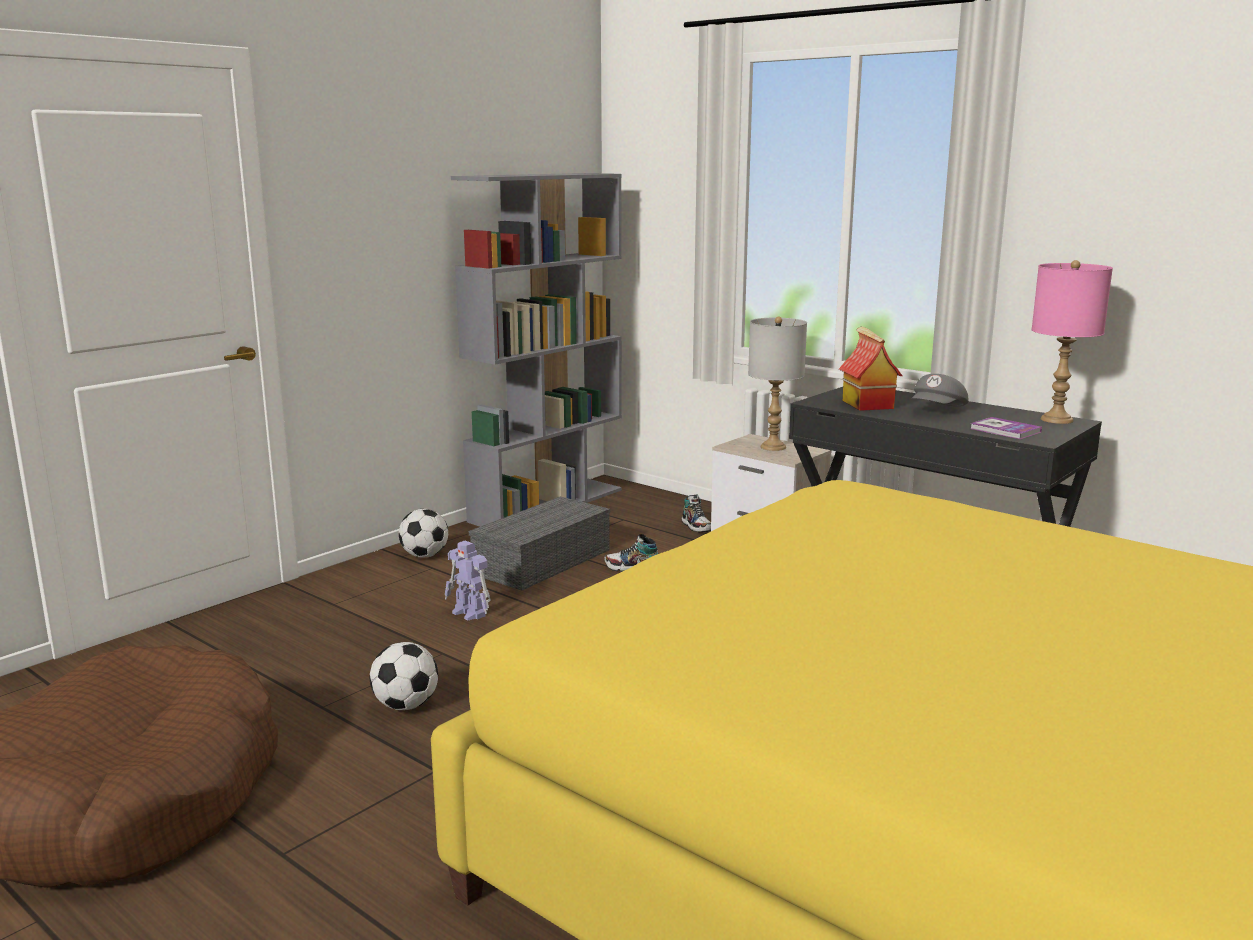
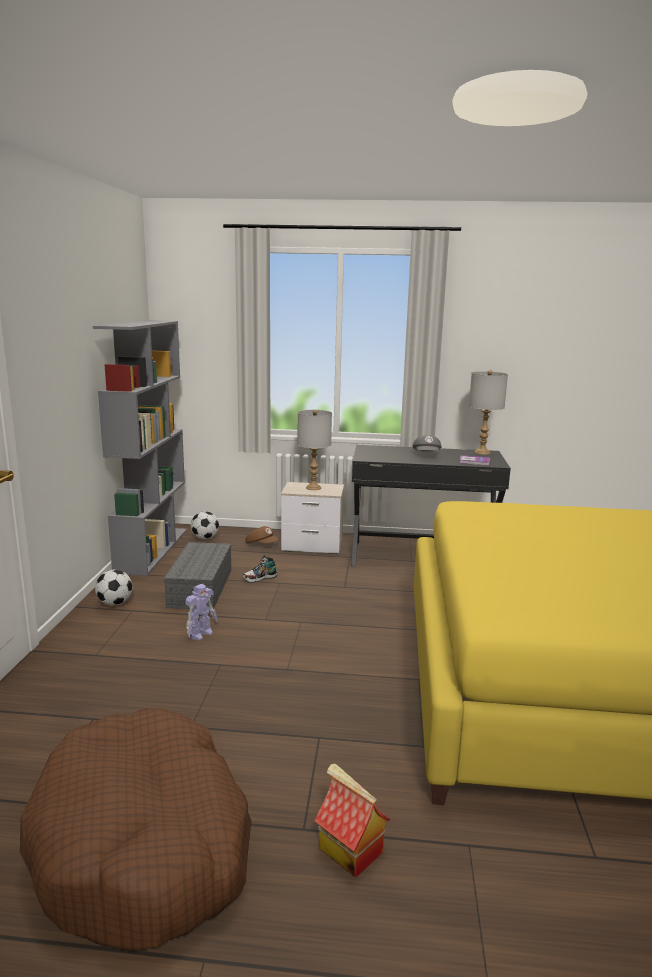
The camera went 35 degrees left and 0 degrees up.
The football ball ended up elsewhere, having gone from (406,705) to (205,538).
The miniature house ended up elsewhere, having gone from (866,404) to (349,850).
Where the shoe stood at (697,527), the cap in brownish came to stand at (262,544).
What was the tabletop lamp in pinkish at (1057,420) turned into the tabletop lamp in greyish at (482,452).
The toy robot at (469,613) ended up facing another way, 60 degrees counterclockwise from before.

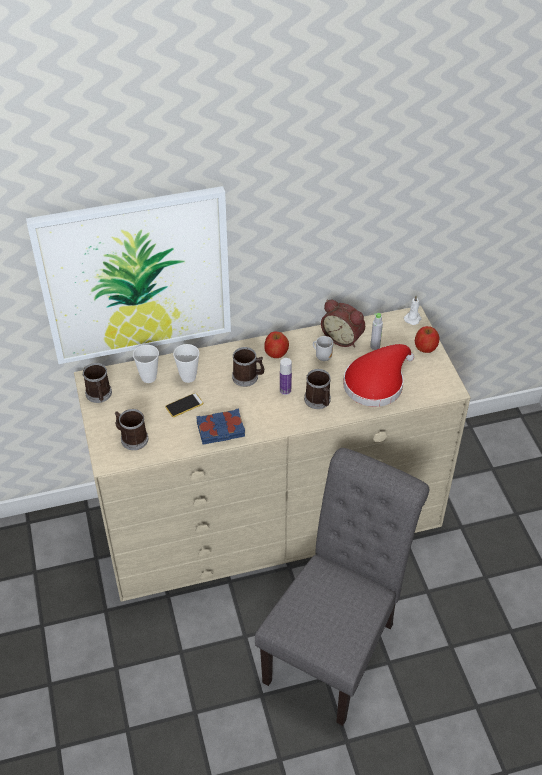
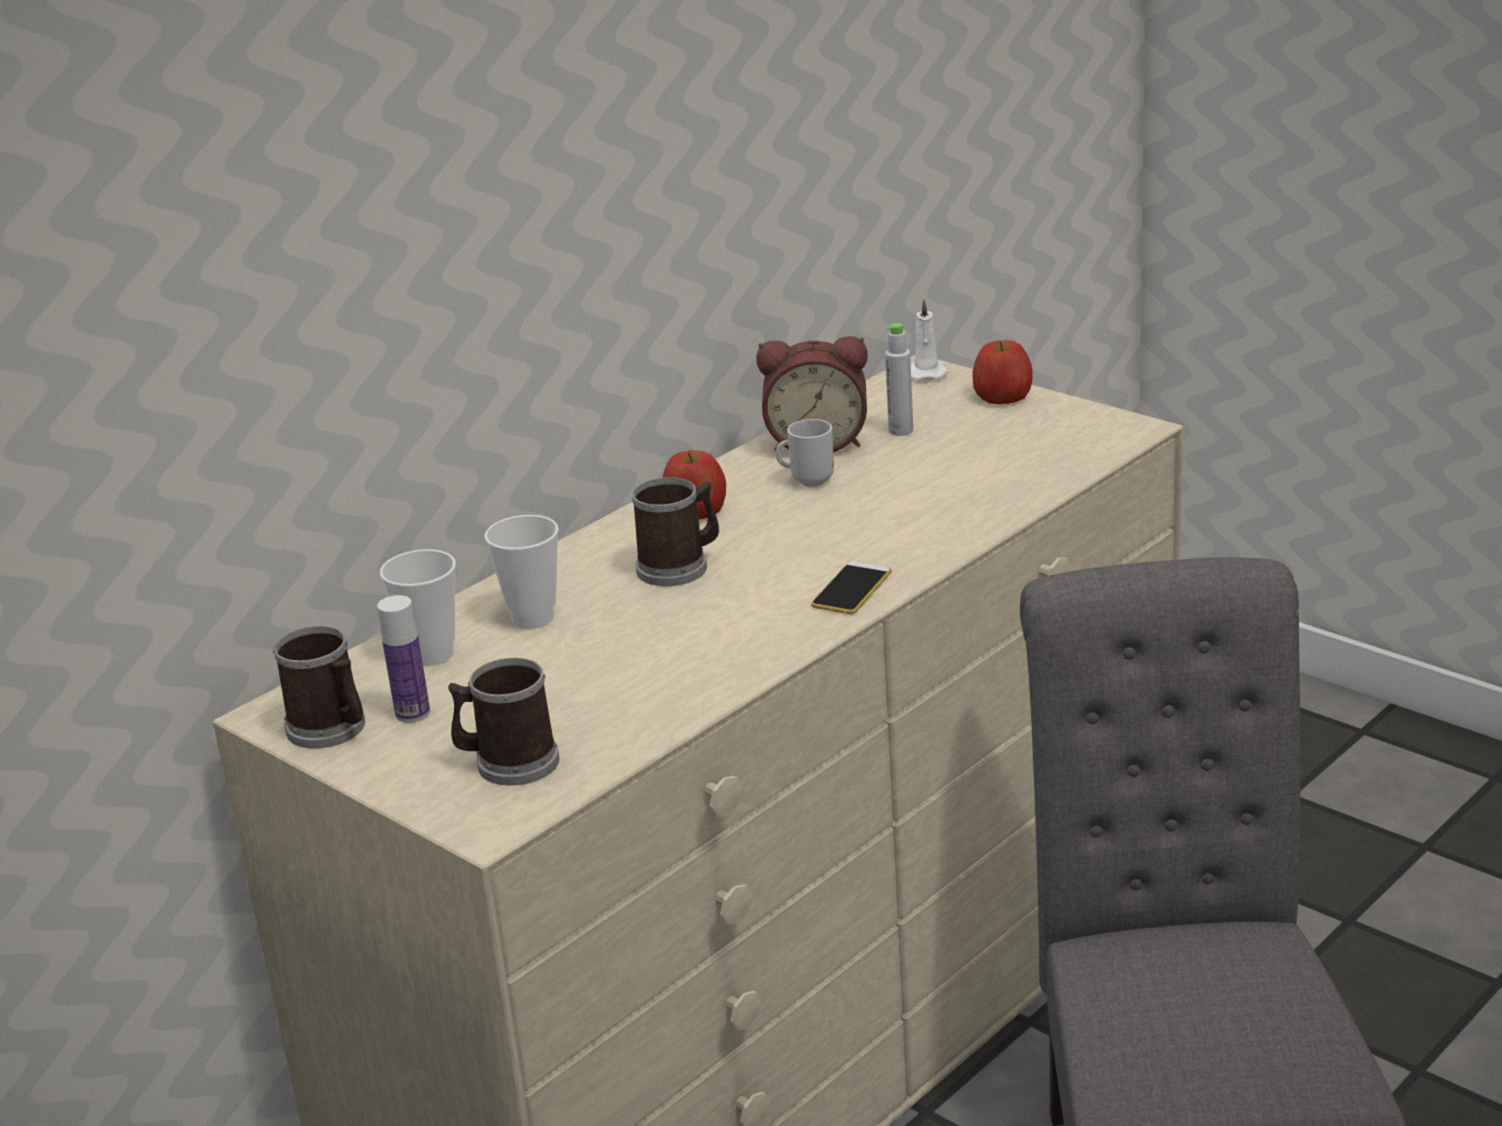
The camera went 30 degrees left and 20 degrees down.
The second view lost the picture at (135,276).
The second view lost the volume in bluish at (221,430).
The second view lost the tea mug at (319,401).
The second view lost the wearable hat in reddish at (376,383).
The telephone ended up elsewhere, having gone from (184,405) to (852,589).
The drink bottle ended up elsewhere, having gone from (285,390) to (412,713).

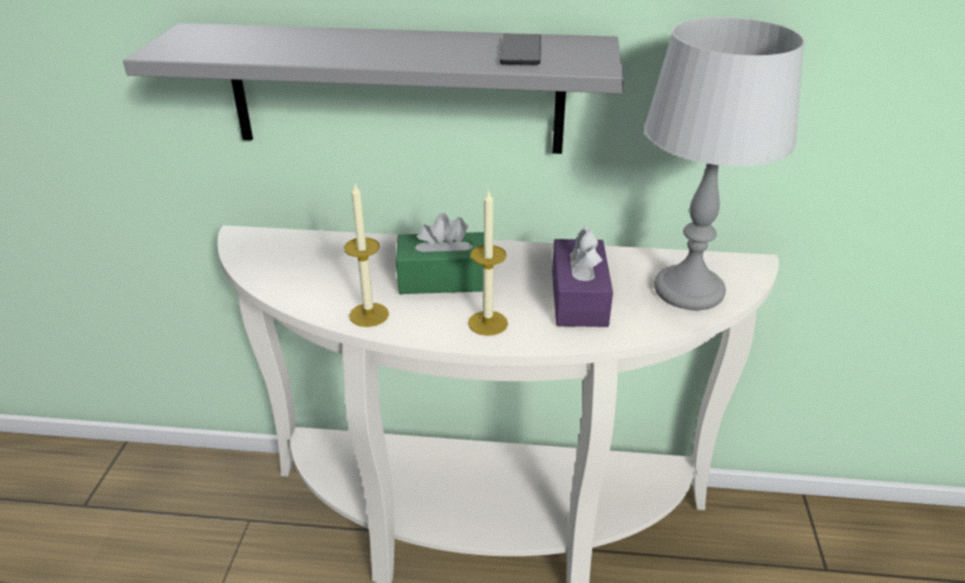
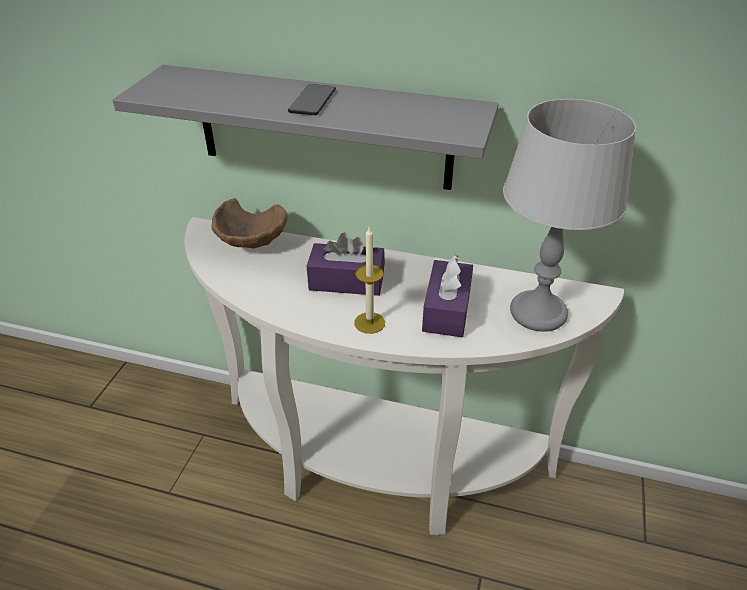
The camera went 10 degrees right and 5 degrees up.
The second view lost the wax light at (369,315).
The second view gained the deep dish in brownish at (251,245).
The telephone ended up elsewhere, having gone from (520,51) to (312,101).
What was the box of tissues in green-coloured at (444,279) turned into the box of tissues in purple-coloured at (346,281).

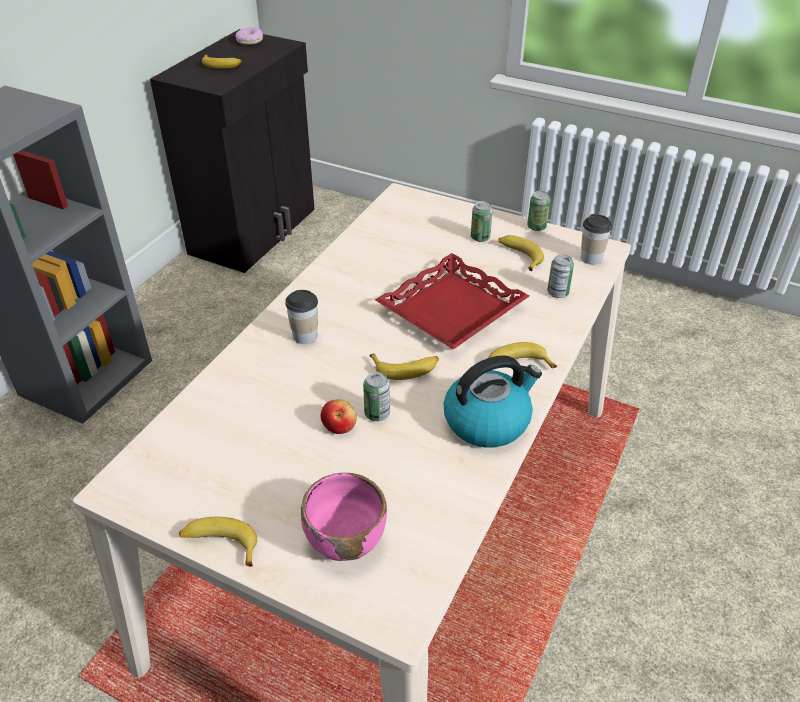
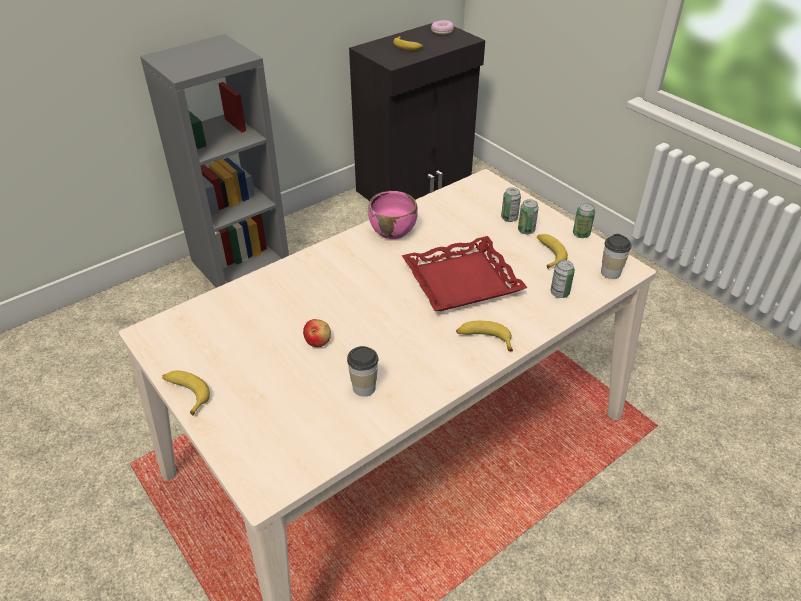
The camera went 25 degrees right and 0 degrees up.
The second view lost the banana fruit at (405,368).
The second view lost the tea kettle at (488,420).
The small cup ended up elsewhere, having gone from (305,336) to (364,387).
The deep dish in pinkish ended up elsewhere, having gone from (346,538) to (393,231).
The metal can ended up elsewhere, having gone from (377,414) to (509,218).

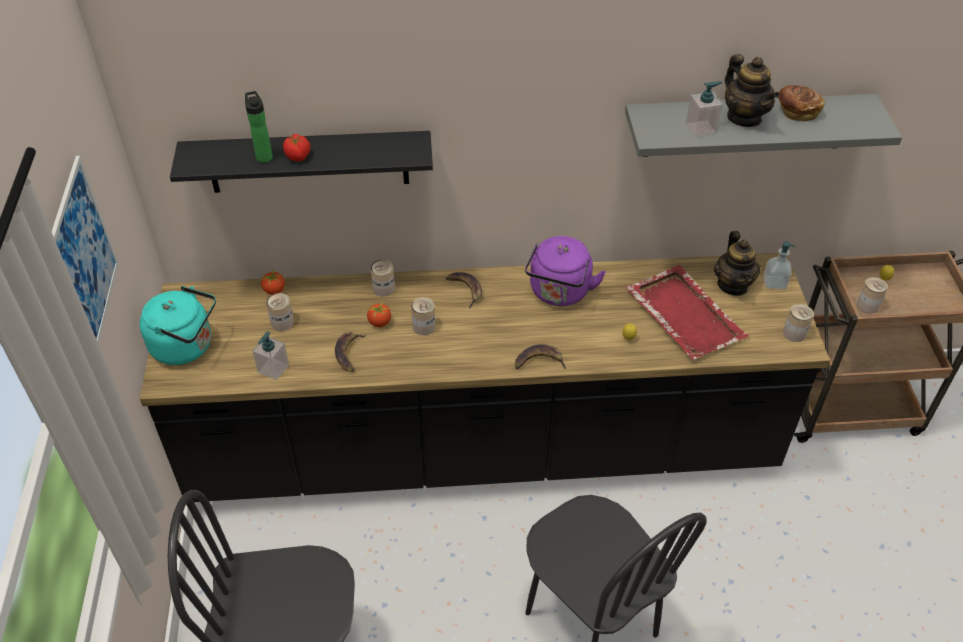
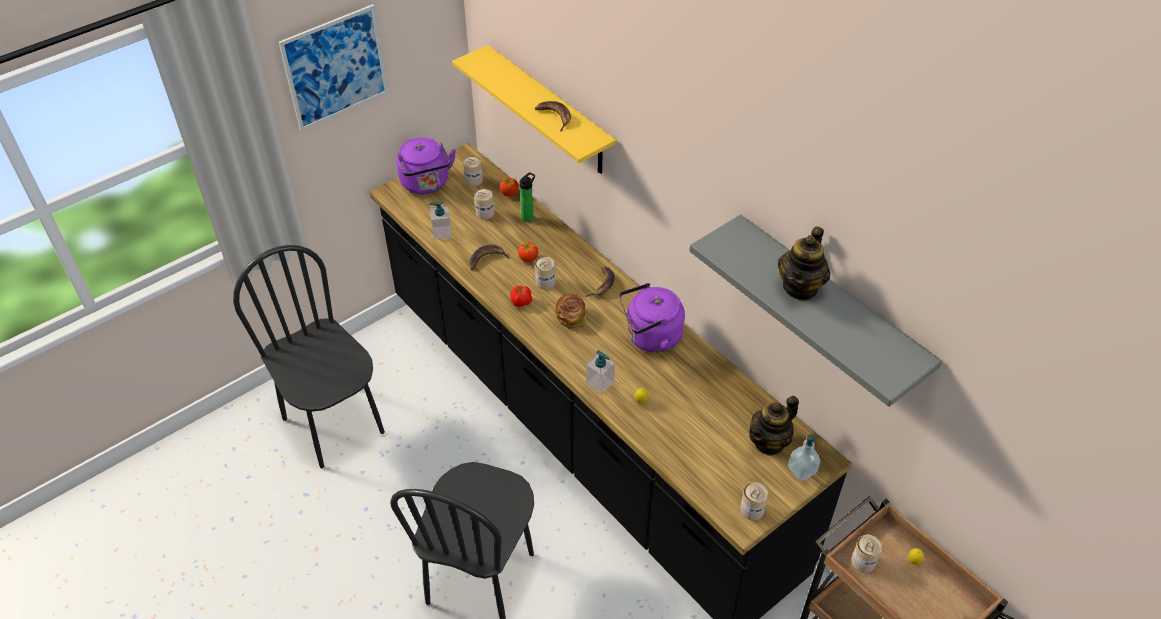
The camera went 55 degrees right and 0 degrees up.
The second view lost the tray in reddish at (684,314).
The drink bottle ended up elsewhere, having gone from (264,156) to (528,217).
The fresh tomato ended up elsewhere, having gone from (298,156) to (521,302).
The metal can ended up elsewhere, having gone from (383,288) to (473,180).
The banana fruit ended up elsewhere, having gone from (539,361) to (555,117).
The soap bottle ended up elsewhere, having gone from (701,129) to (600,383).
The bakery bread ended up elsewhere, having gone from (796,111) to (570,316).
What was the tea kettle in turquoise-coloured at (186,346) turned into the tea kettle in purple-coloured at (426,184).
What was the shelf in blackish at (308,161) turned into the shelf in yellow-coloured at (549,111).

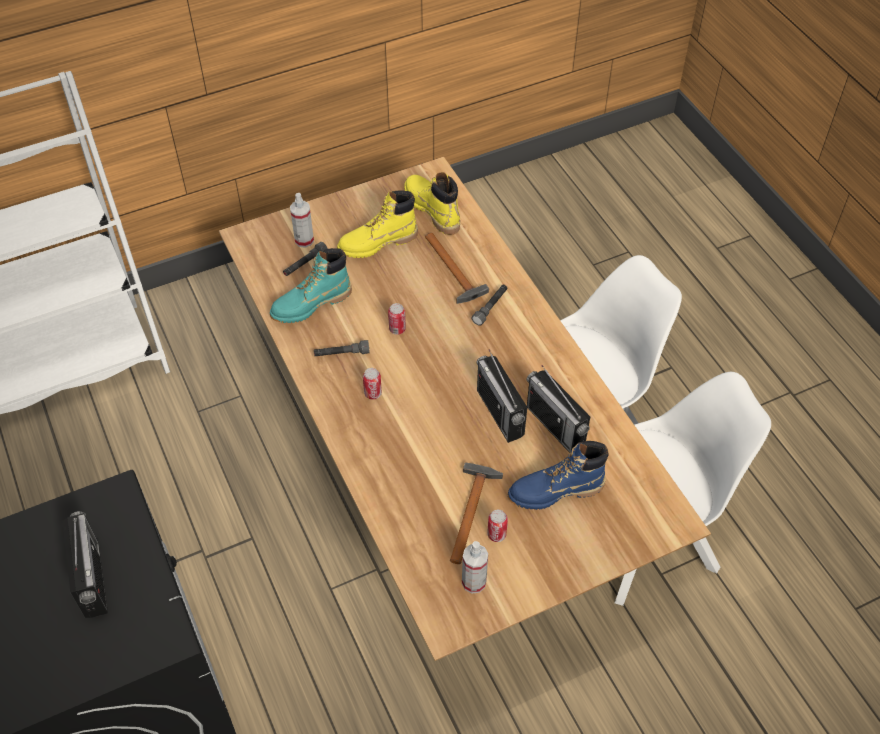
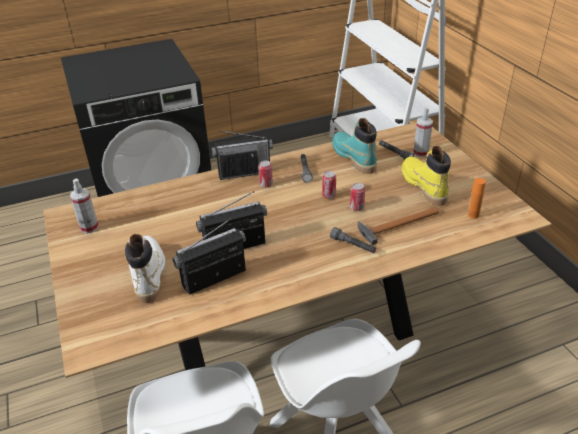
The camera went 95 degrees right and 15 degrees down.
The second view lost the hammer at (472,510).
The radio ended up elsewhere, having gone from (92,579) to (244,172).
The metal can ended up elsewhere, having gone from (496,534) to (357,208).
Where the tall boot in yellow-coloured stood at (432,209), the drink bottle in orange came to stand at (473,215).
What was the tall boot in bluish at (555,491) turned into the tall boot in whitish at (149,273).

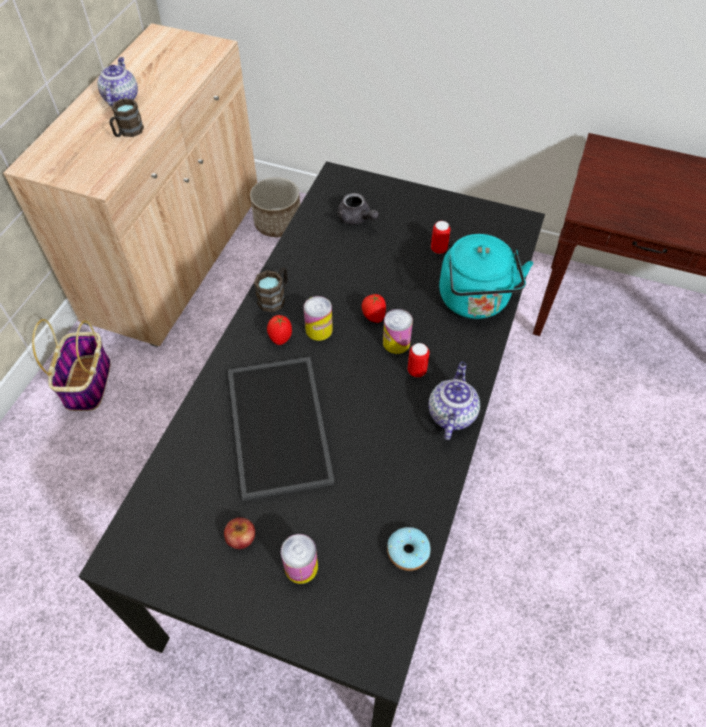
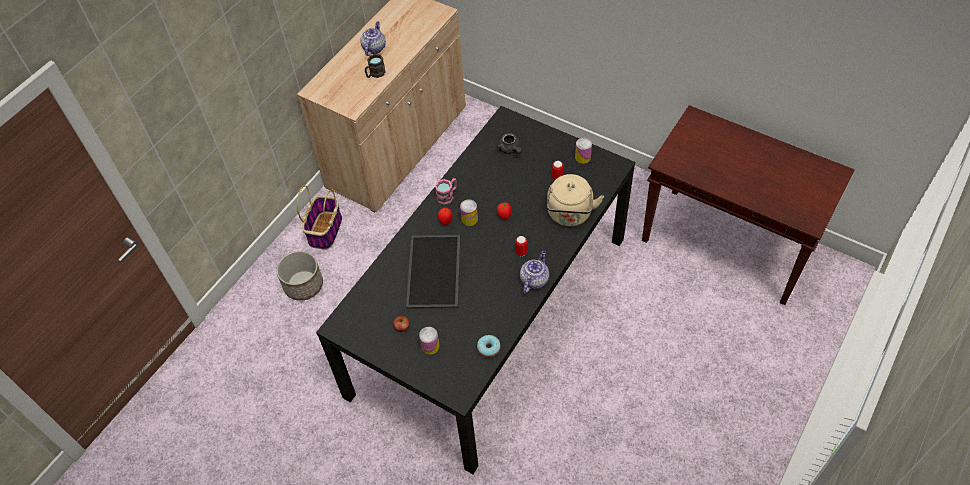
The camera went 15 degrees right and 0 degrees up.
The planter ended up elsewhere, having gone from (278,223) to (304,285).
The metal can ended up elsewhere, having gone from (396,342) to (583,157).
What was the tea mug in brownish at (275,297) turned into the tea mug in pinkish at (447,195).
What was the tea kettle in turquoise-coloured at (475,301) turned into the tea kettle in beige at (570,215).

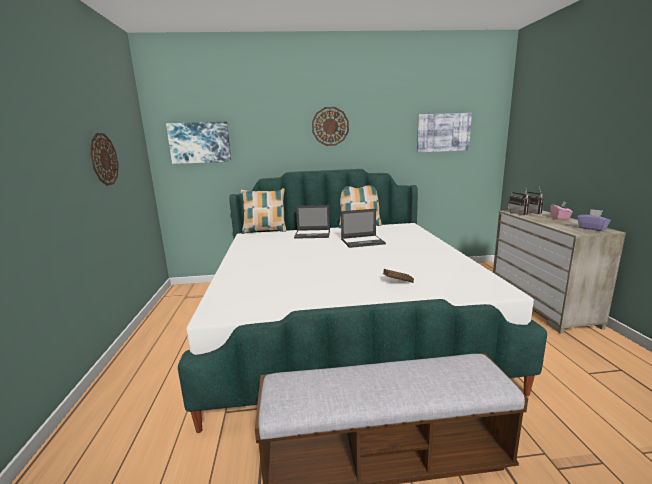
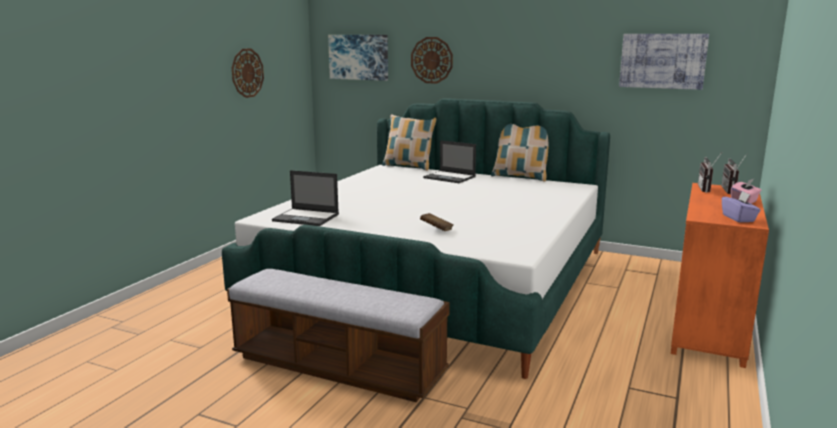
The camera went 30 degrees right and 0 degrees up.
The clock on the wall ended up elsewhere, having gone from (330,126) to (432,60).
The portable computer ended up elsewhere, having gone from (363,241) to (306,218).
What was the drawer chest in beige at (541,304) turned into the drawer chest in orange at (710,326).

